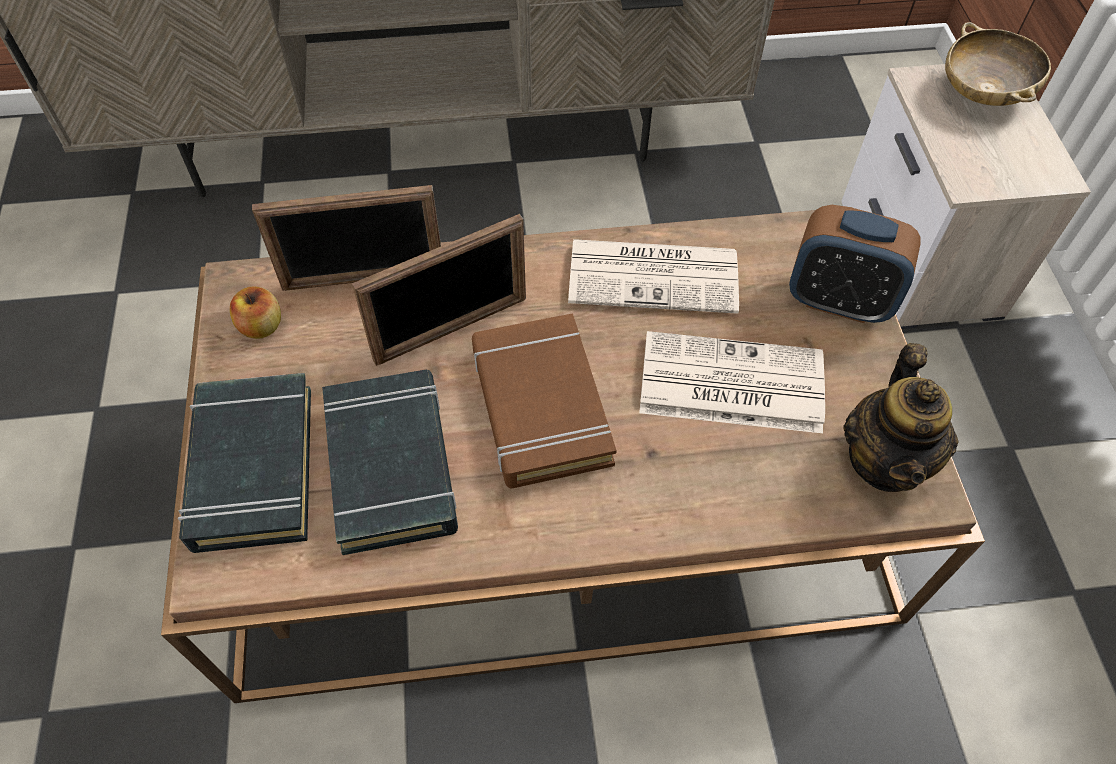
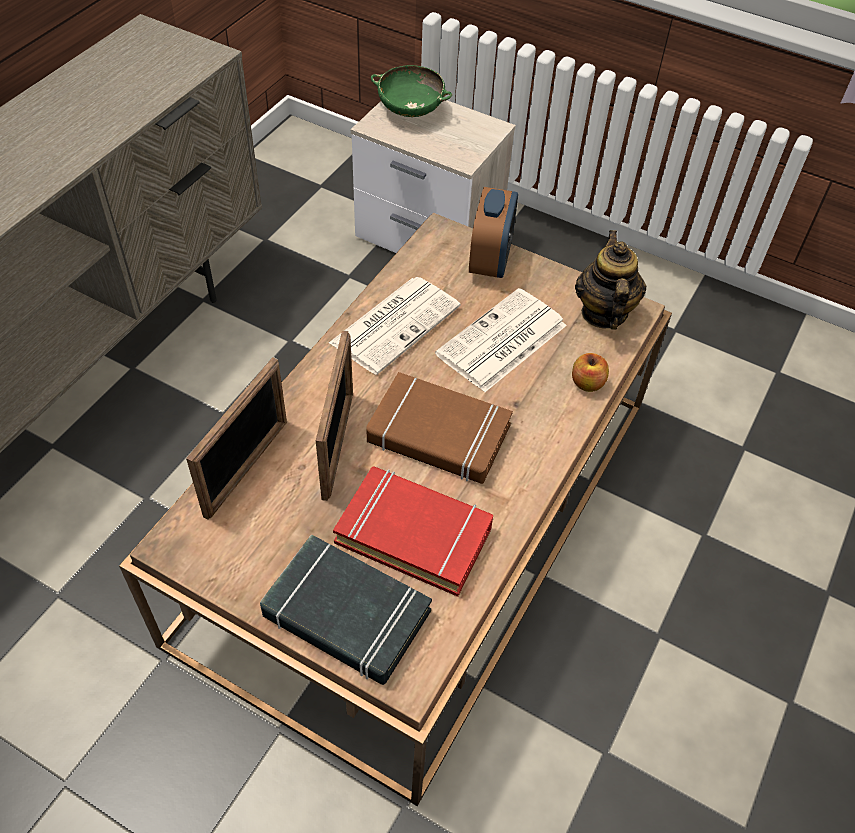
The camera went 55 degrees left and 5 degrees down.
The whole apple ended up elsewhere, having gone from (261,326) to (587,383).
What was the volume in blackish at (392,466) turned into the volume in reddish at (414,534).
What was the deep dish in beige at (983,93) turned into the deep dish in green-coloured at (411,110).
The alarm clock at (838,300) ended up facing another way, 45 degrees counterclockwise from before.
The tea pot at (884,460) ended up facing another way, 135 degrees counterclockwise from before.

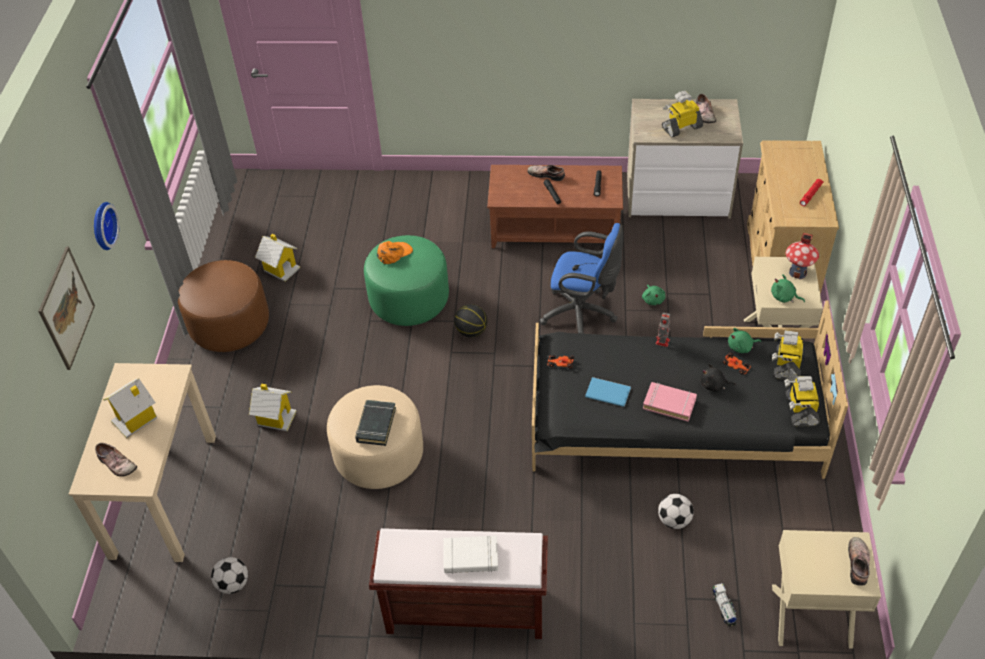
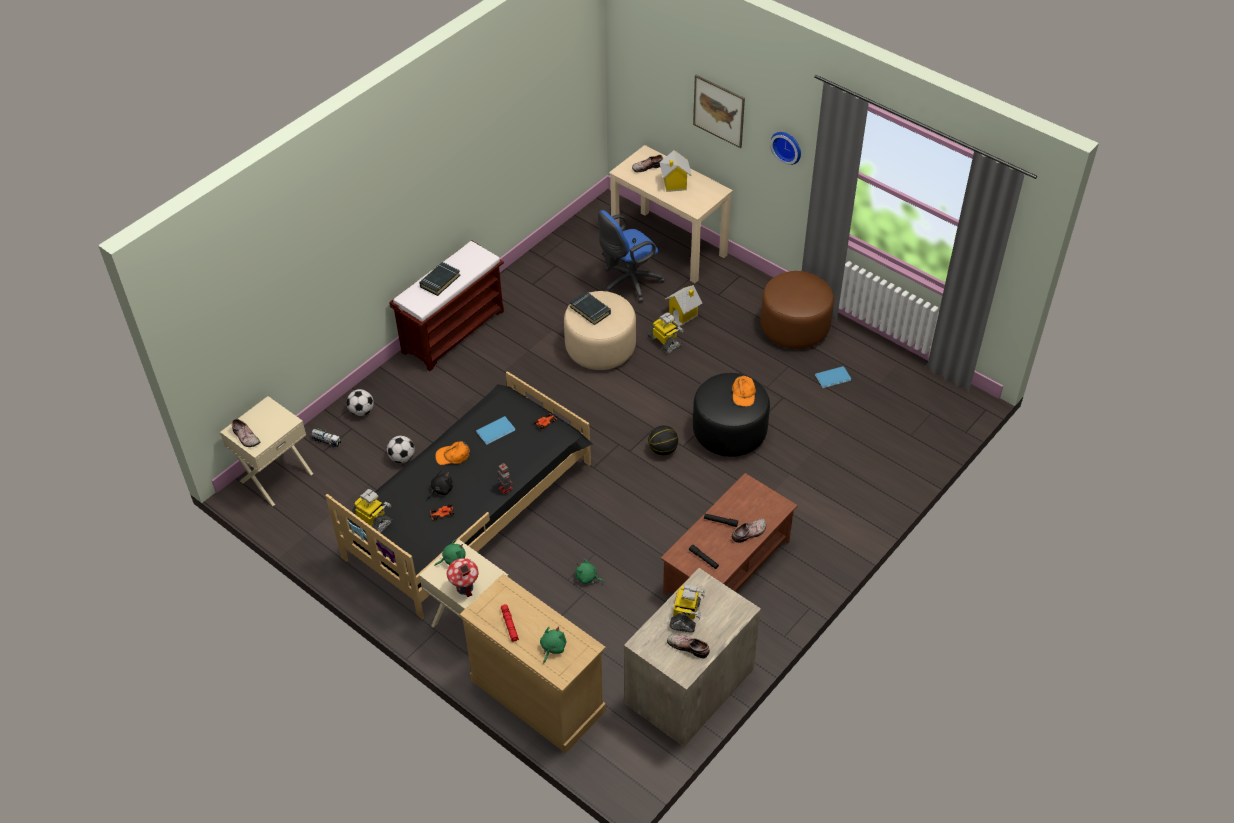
The camera went 125 degrees right and 0 degrees up.
The football ball ended up elsewhere, having gone from (233,584) to (361,411).
The computer chair in bluish ended up elsewhere, having gone from (582,314) to (628,283).
The plush toy in green-coloured ended up elsewhere, having gone from (741,347) to (552,648).
The toy robot ended up elsewhere, having gone from (786,365) to (665,342).
Where the miniature house stood at (281,268), the volume in bluish came to stand at (834,378).
Where the volume in pinkish stood at (669,404), the cap in orange came to stand at (453,456).
What was the footrest in green-coloured at (409,300) turned into the footrest in blackish at (729,432).
What was the volume in whitish at (470,557) turned into the volume in blackish at (440,281).

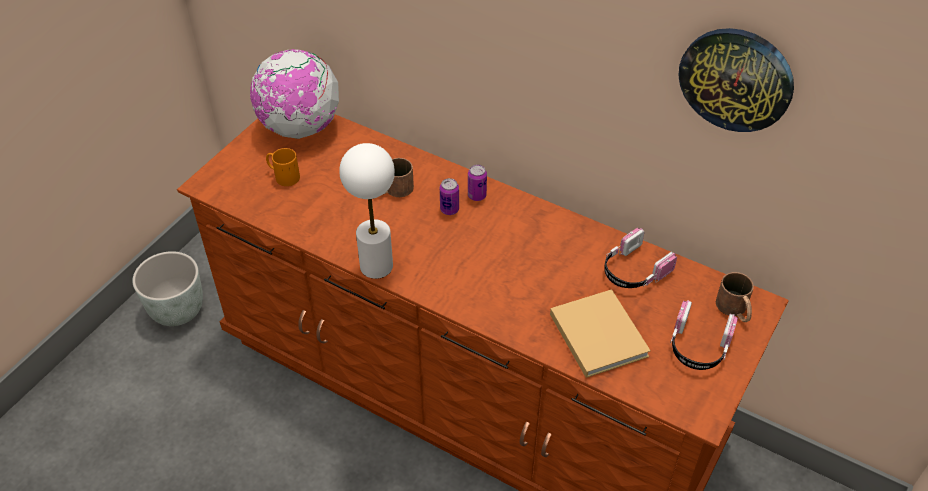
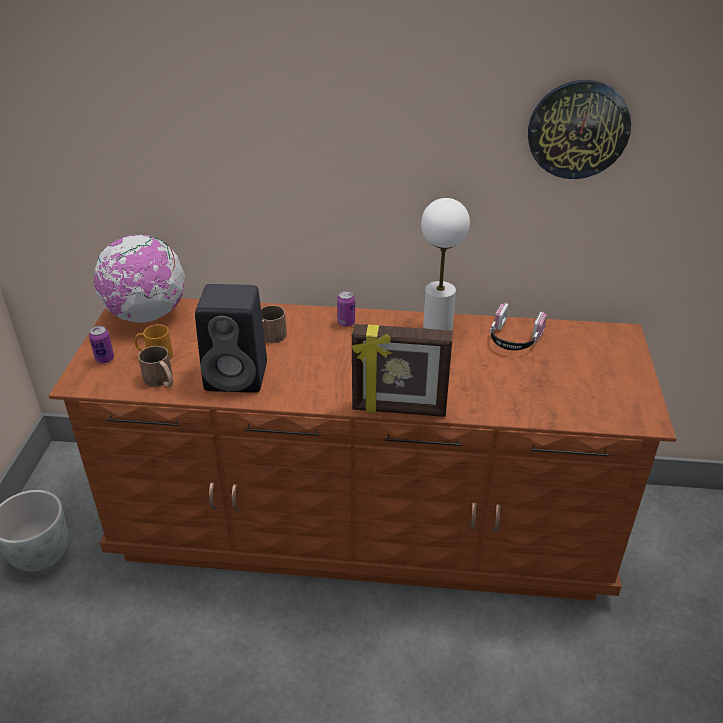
The camera went 25 degrees left and 10 degrees down.
The second view lost the volume in beige at (597,333).
The second view lost the headphones at (698,346).
The second view gained the loudspeaker in blackish at (239,376).
The second view gained the standing frame at (399,410).
The tabletop lamp in whitish ended up elsewhere, having gone from (376,265) to (437,327).
The metal can ended up elsewhere, having gone from (449,209) to (105,359).
The tea mug in brownish ended up elsewhere, having gone from (735,310) to (161,381).

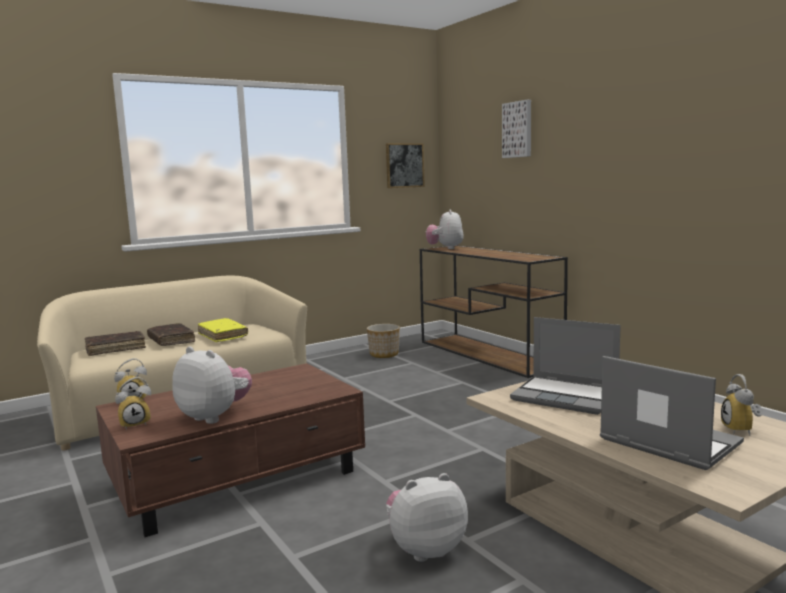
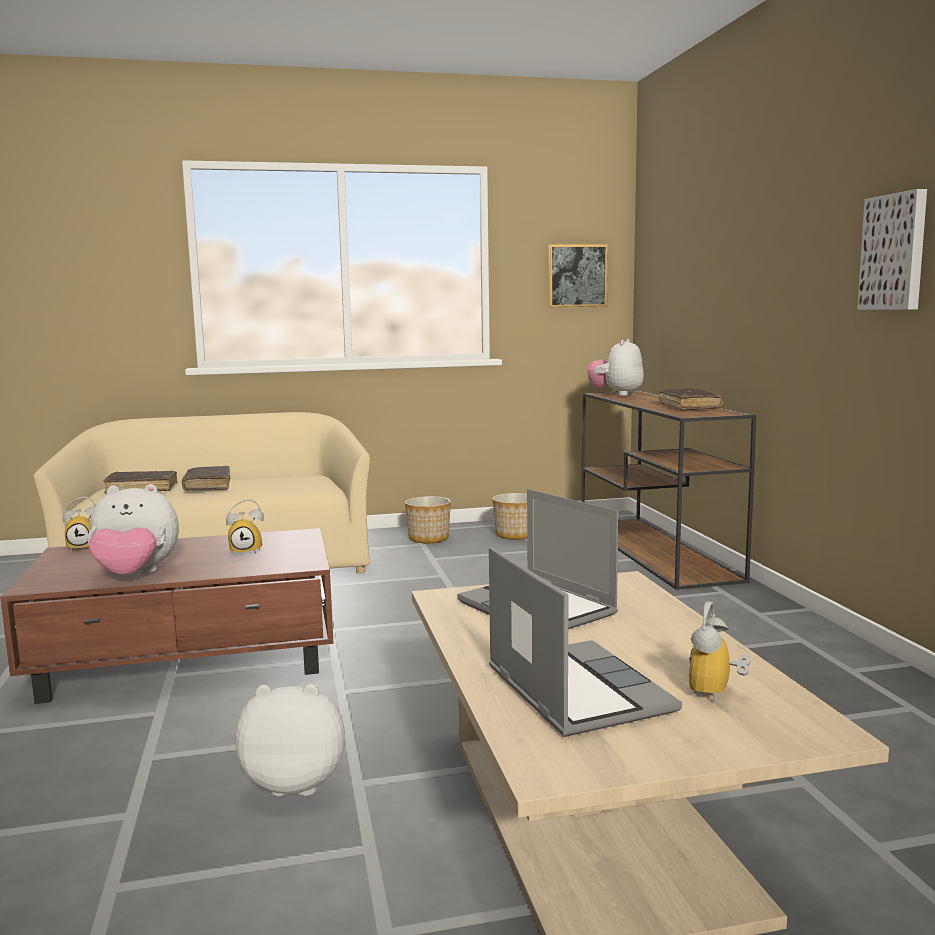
The camera went 20 degrees right and 0 degrees up.
The second view lost the volume in yellow-coloured at (223,335).
The second view gained the planter at (429,538).
The second view gained the volume in brownish at (689,407).
The alarm clock ended up elsewhere, having gone from (135,424) to (247,551).
The picture ended up elsewhere, having gone from (518,129) to (895,252).
The plush toy at (215,416) ended up facing another way, 120 degrees clockwise from before.

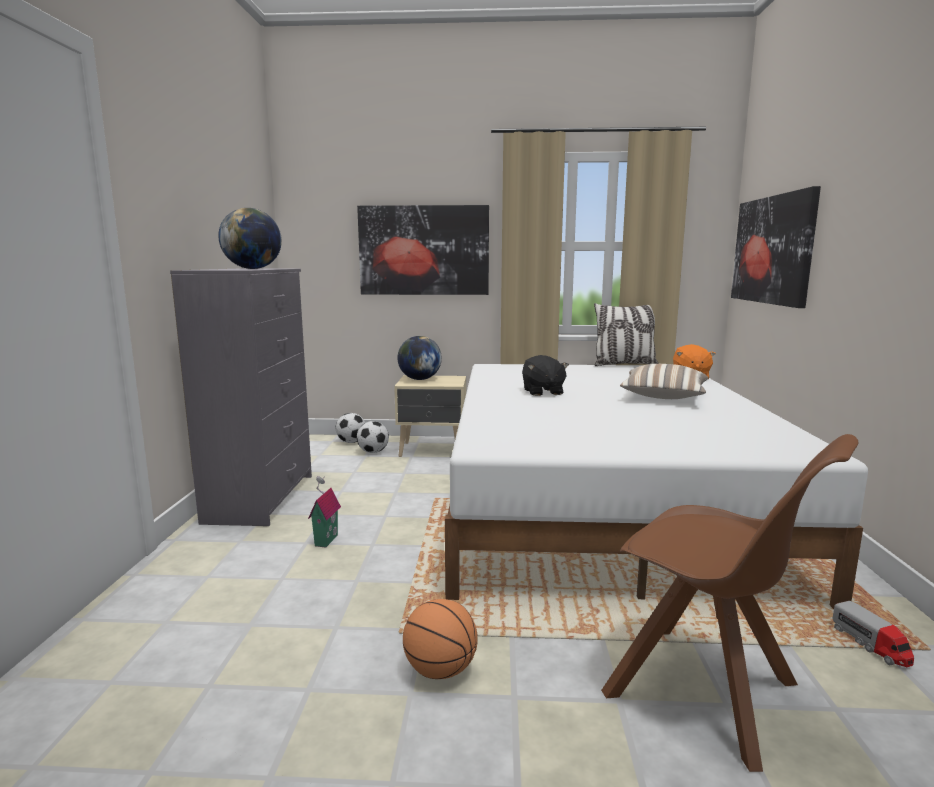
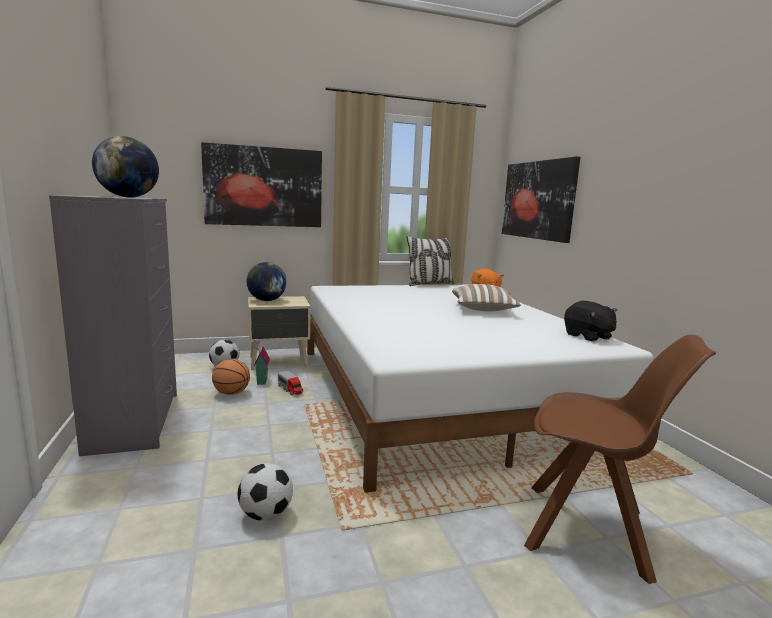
The camera went 20 degrees left and 0 degrees up.
The miniature house ended up elsewhere, having gone from (324,540) to (260,381).
The football ball ended up elsewhere, having gone from (351,442) to (266,515).
The ball for basketball ended up elsewhere, having gone from (440,670) to (231,393).
The plush toy in blackish ended up elsewhere, having gone from (542,392) to (588,336).
The toy lorry ended up elsewhere, having gone from (871,645) to (290,389).

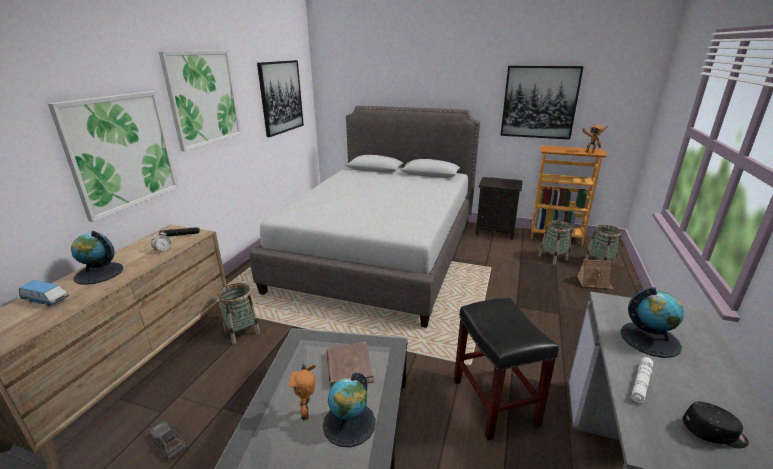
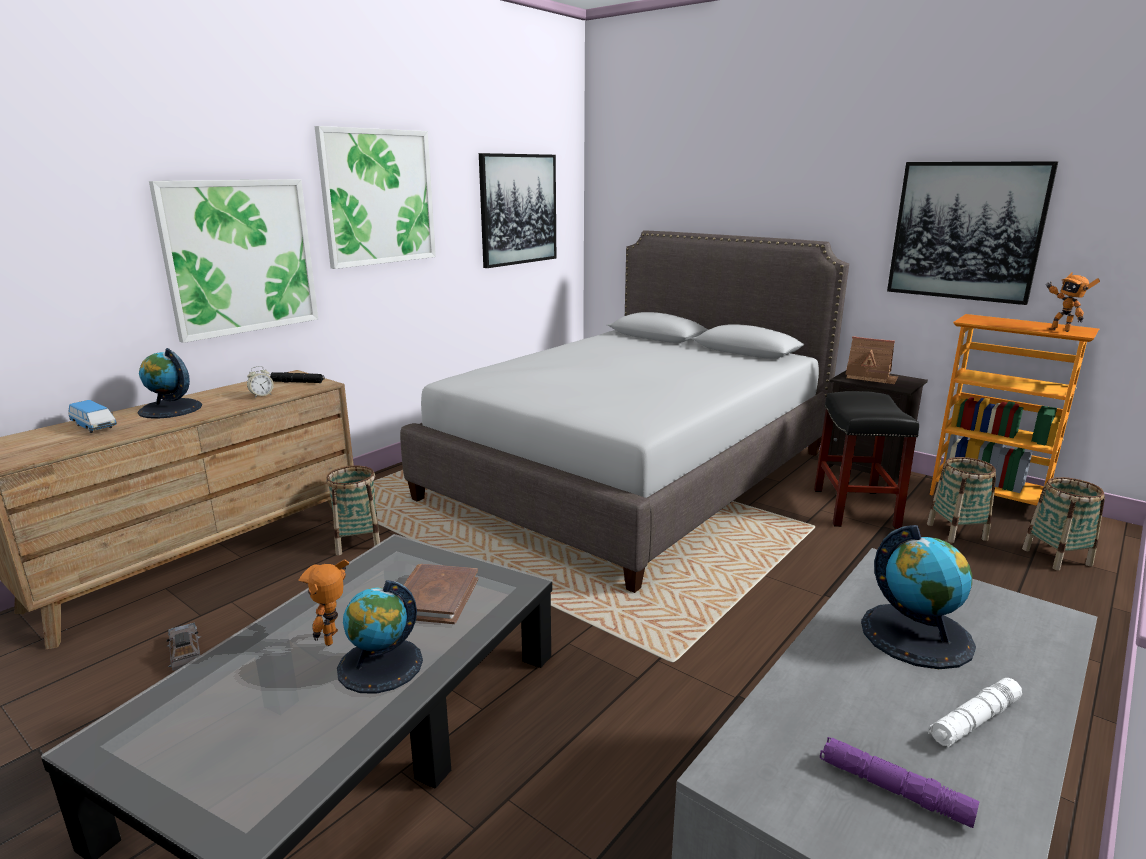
The camera went 20 degrees right and 5 degrees down.
The stool seat in blackish ended up elsewhere, having gone from (493,402) to (854,508).
The miniature house ended up elsewhere, having gone from (594,282) to (871,377).
The flashlight in whitish ended up elsewhere, having gone from (641,383) to (974,721).
Where the cap in blackish stood at (714,433), the flashlight in purple-coloured came to stand at (893,789).

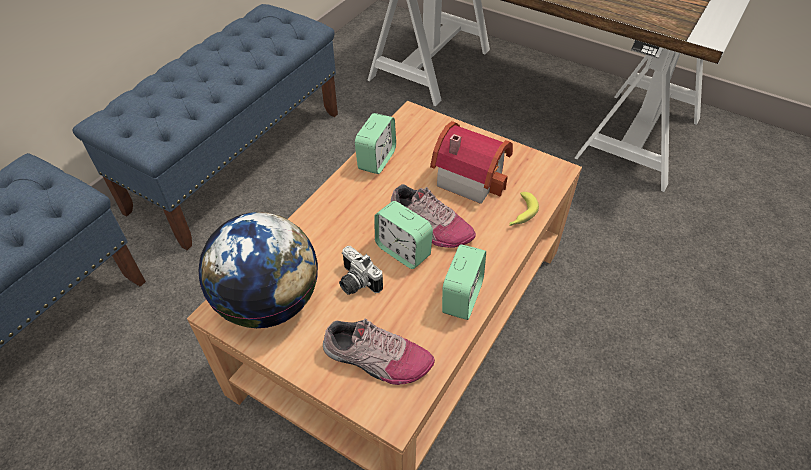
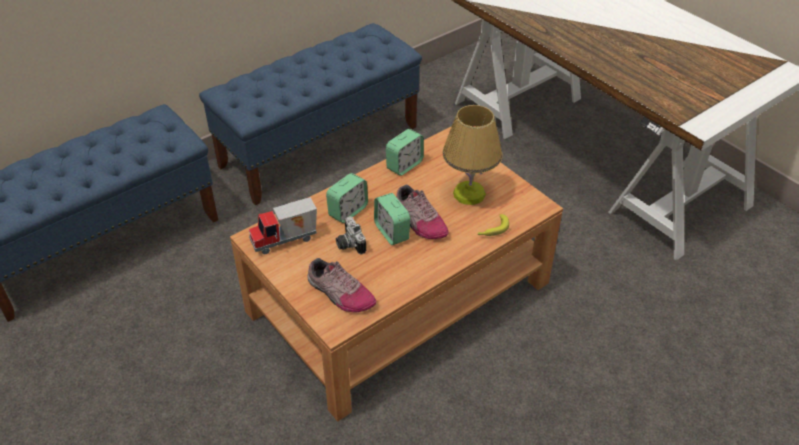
The camera went 20 degrees right and 5 degrees down.
The alarm clock ended up elsewhere, having gone from (462,297) to (348,211).
Where the desk globe stood at (269,303), the toy lorry came to stand at (285,241).
Where the miniature house stood at (469,176), the tabletop lamp came to stand at (469,194).

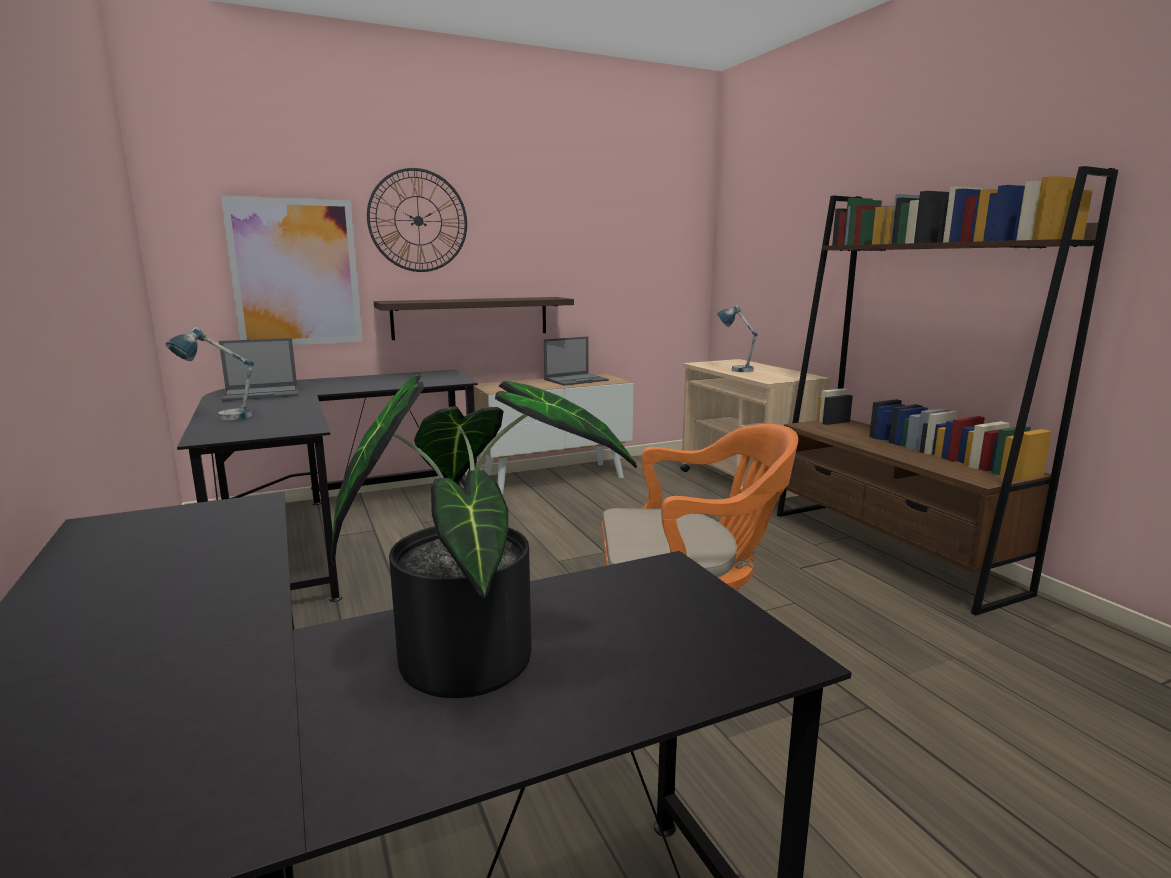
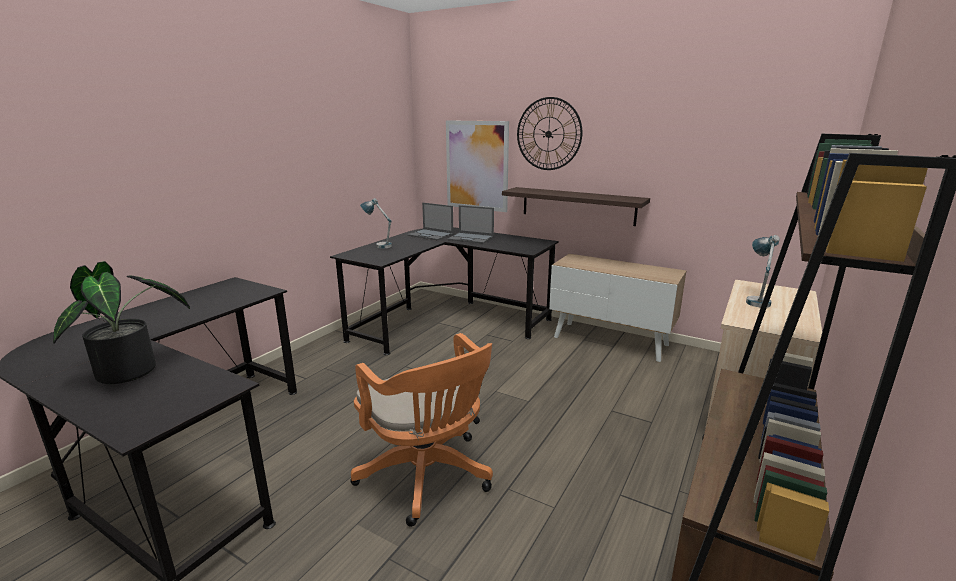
The camera went 55 degrees right and 5 degrees up.
The portable computer ended up elsewhere, having gone from (576,380) to (471,238).

